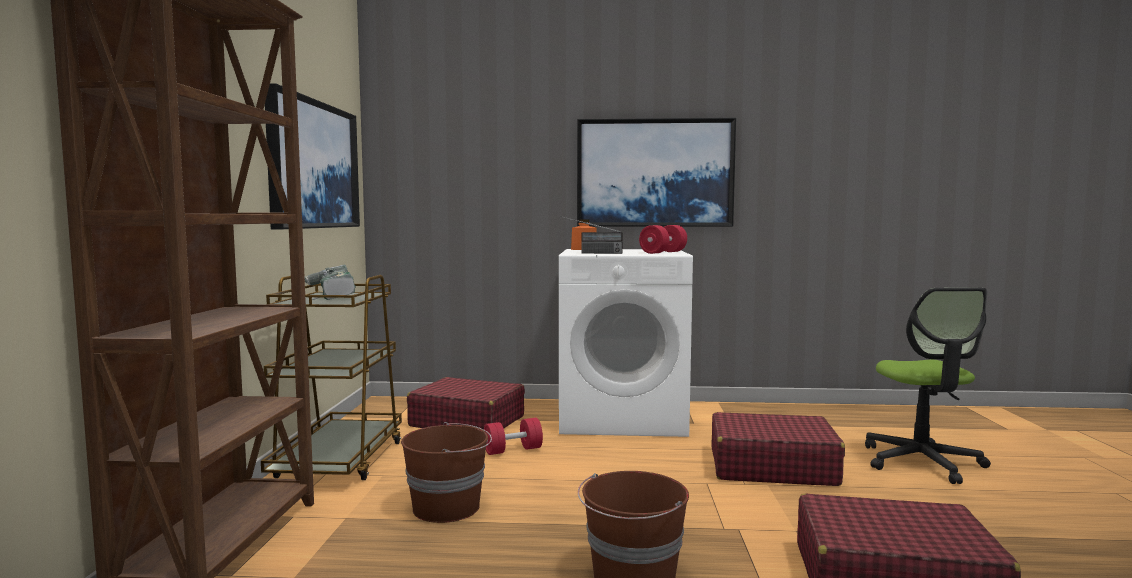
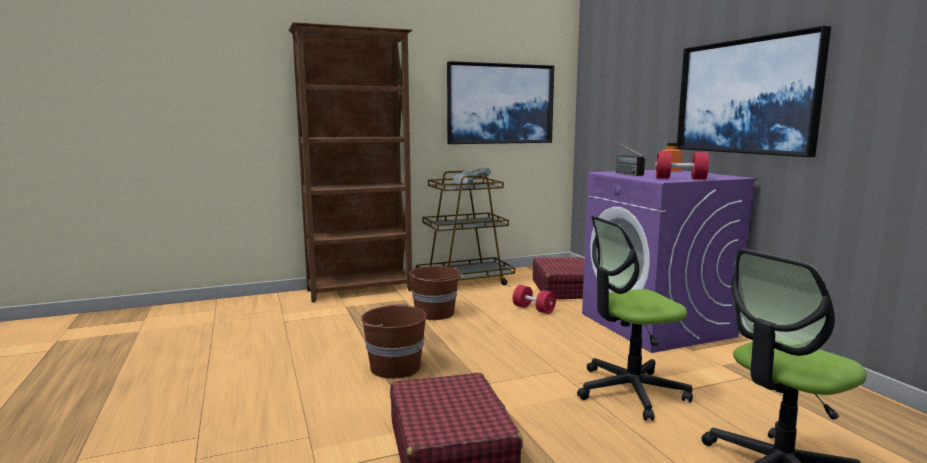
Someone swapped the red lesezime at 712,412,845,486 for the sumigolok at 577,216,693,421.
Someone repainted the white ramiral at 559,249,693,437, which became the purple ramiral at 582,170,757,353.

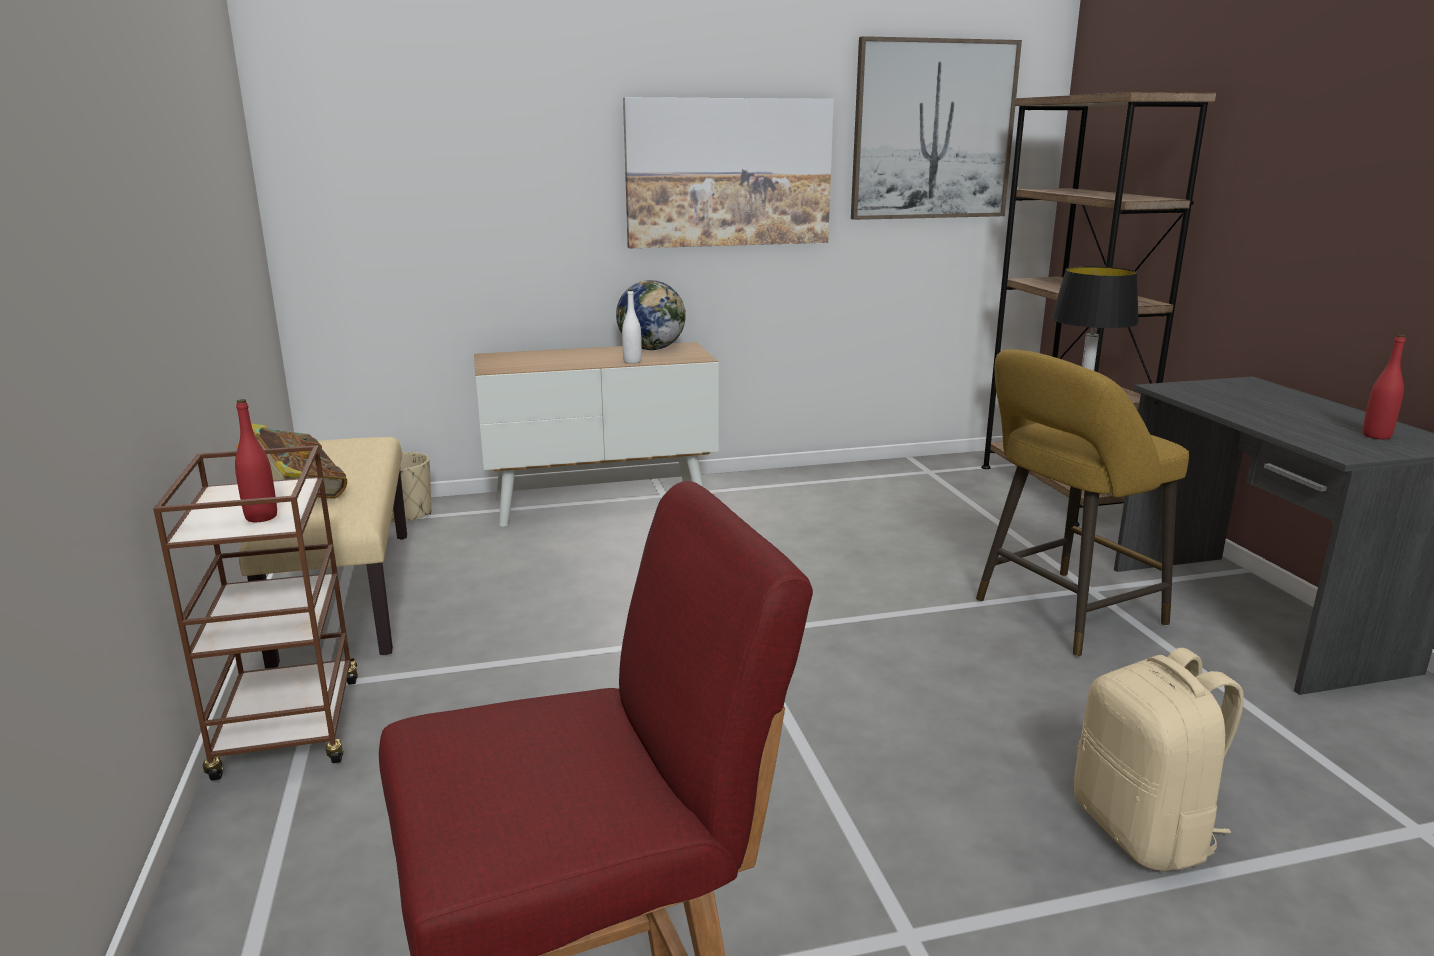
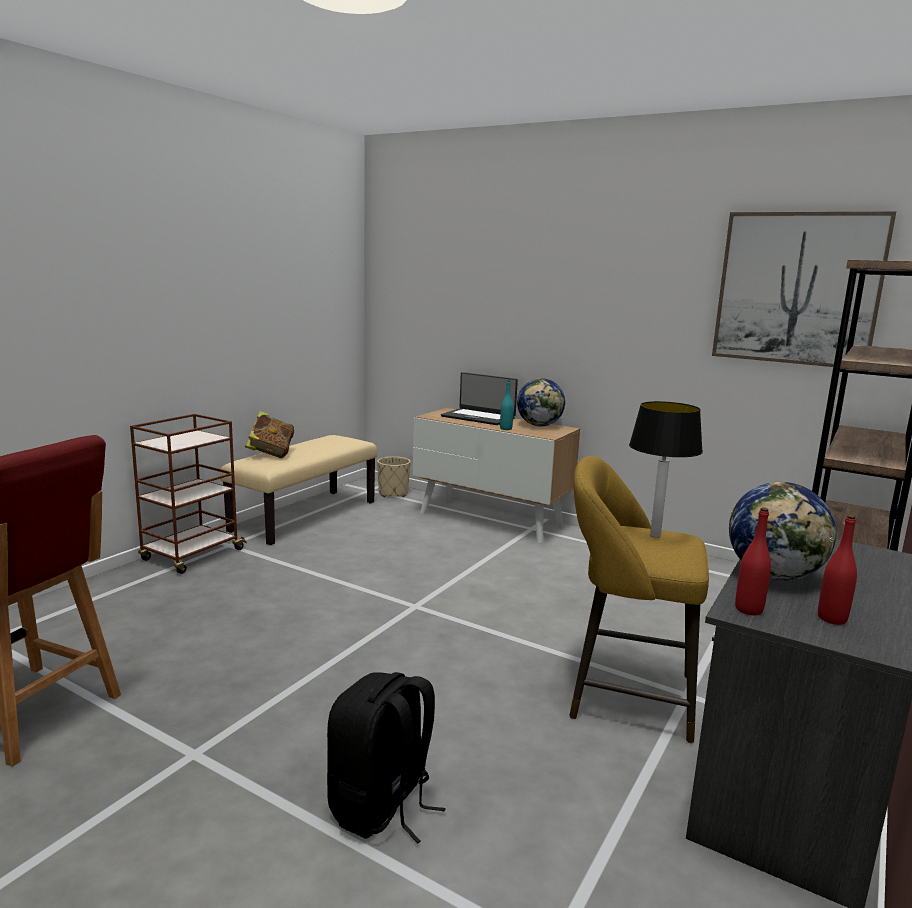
Someone repainted the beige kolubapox at 1074,648,1244,871, which became the black kolubapox at 327,672,446,844.
Someone put down the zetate at 441,372,518,425.
Someone repainted the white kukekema at 622,289,642,364, which became the turquoise kukekema at 500,380,514,430.
Someone put down the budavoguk at 729,482,836,580.
Someone carried the red kukekema from 235,399,277,522 to 735,507,771,615.
Someone took away the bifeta at 623,97,834,248.

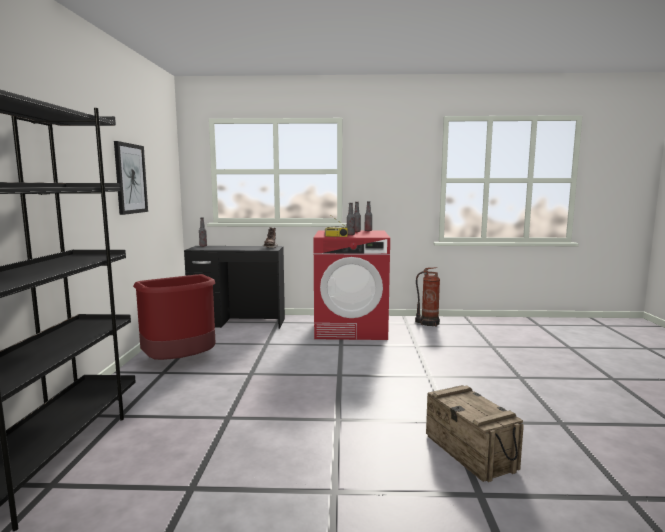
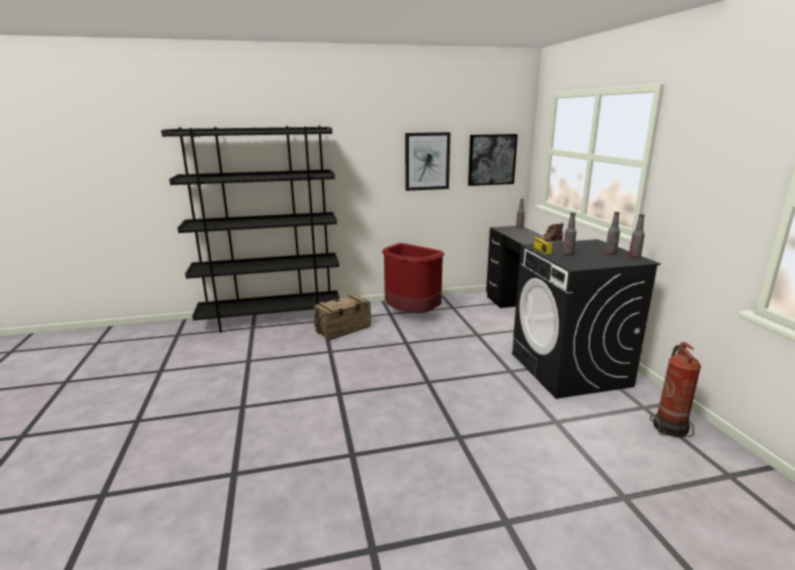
Someone carried the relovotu from 426,385,524,482 to 314,294,371,340.
Someone put up the bifeta at 468,134,518,186.
Someone repainted the red ramiral at 314,230,390,340, which became the black ramiral at 512,239,661,399.

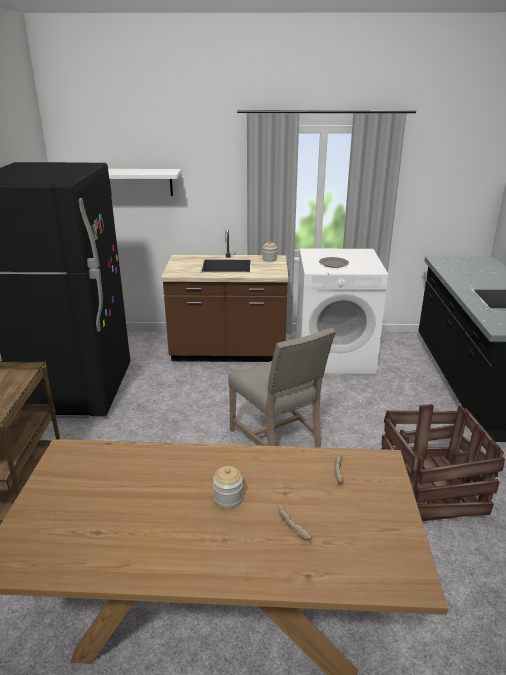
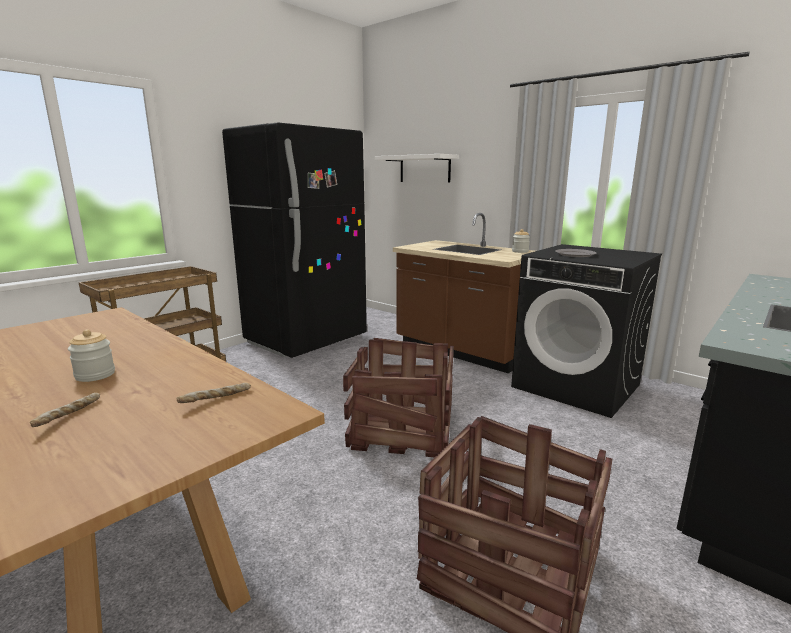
Someone swapped the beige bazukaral at 228,328,336,447 for the relovotu at 343,338,454,457.
Someone repainted the white ramiral at 296,248,388,374, which became the black ramiral at 511,244,662,418.

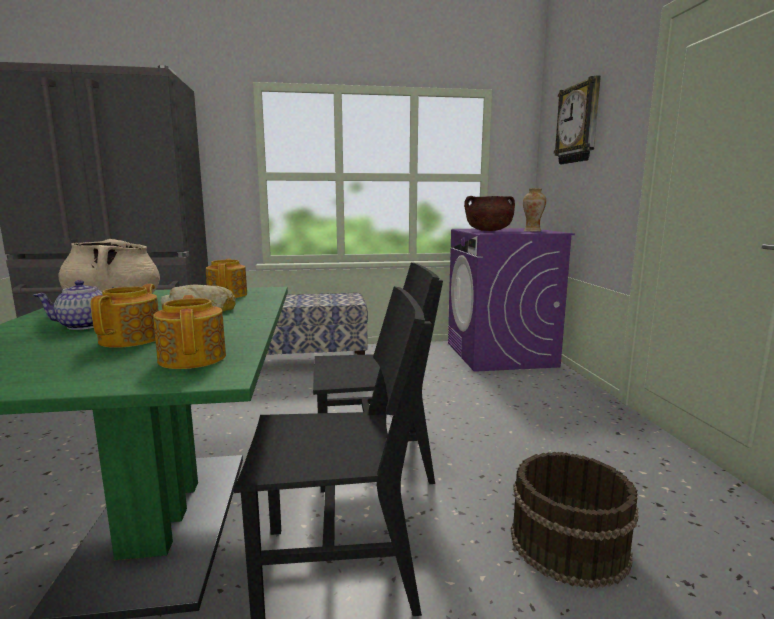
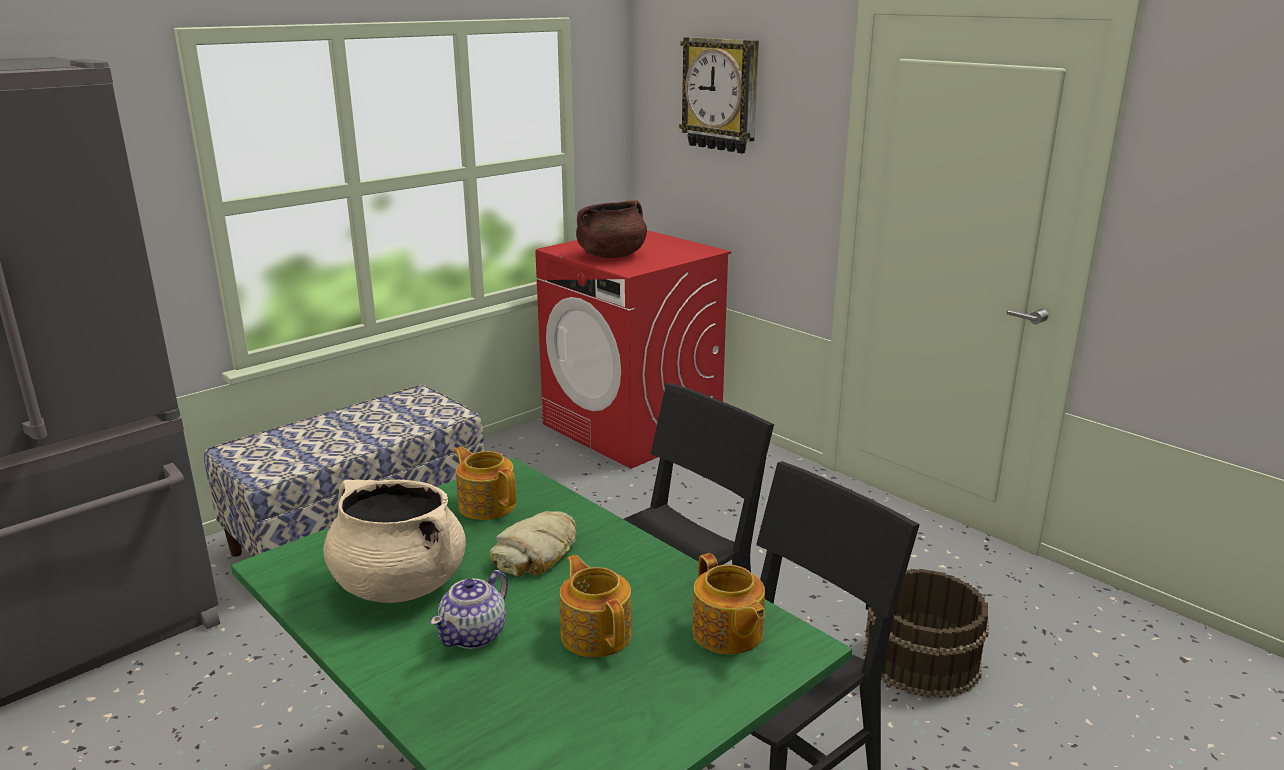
Someone repainted the purple ramiral at 448,228,575,372, which became the red ramiral at 535,230,731,469.
Someone rotated the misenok at 153,295,226,369 by 150 degrees counterclockwise.
Someone took away the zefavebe at 523,188,546,232.

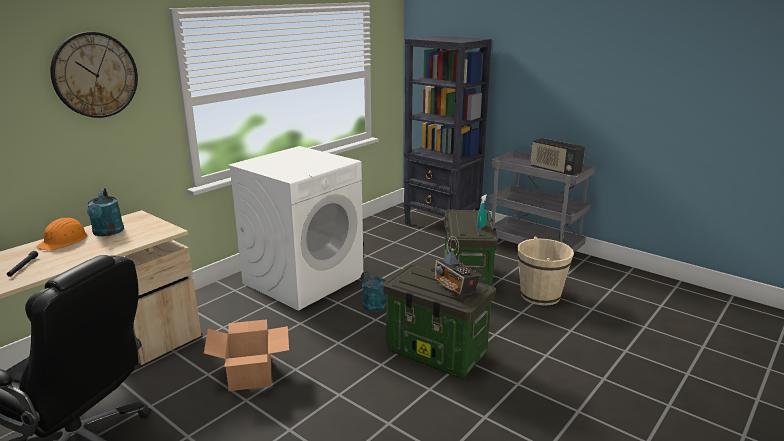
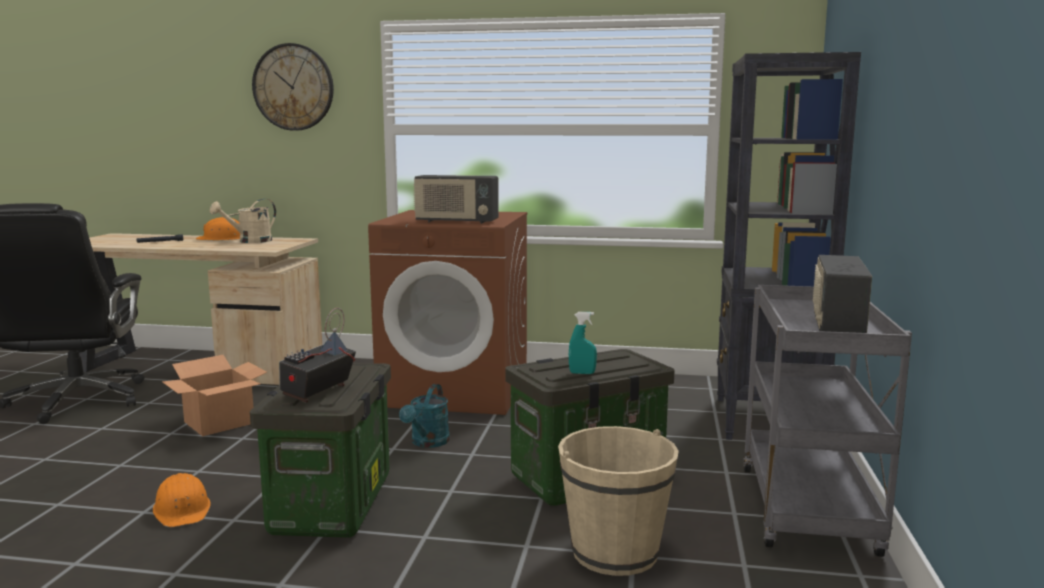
Someone put down the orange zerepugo at 153,473,211,527.
Someone repainted the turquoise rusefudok at 87,188,124,236, which became the beige rusefudok at 210,199,276,243.
Someone repainted the white ramiral at 228,146,364,311, which became the brown ramiral at 368,210,527,415.
Someone put down the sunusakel at 413,175,499,224.

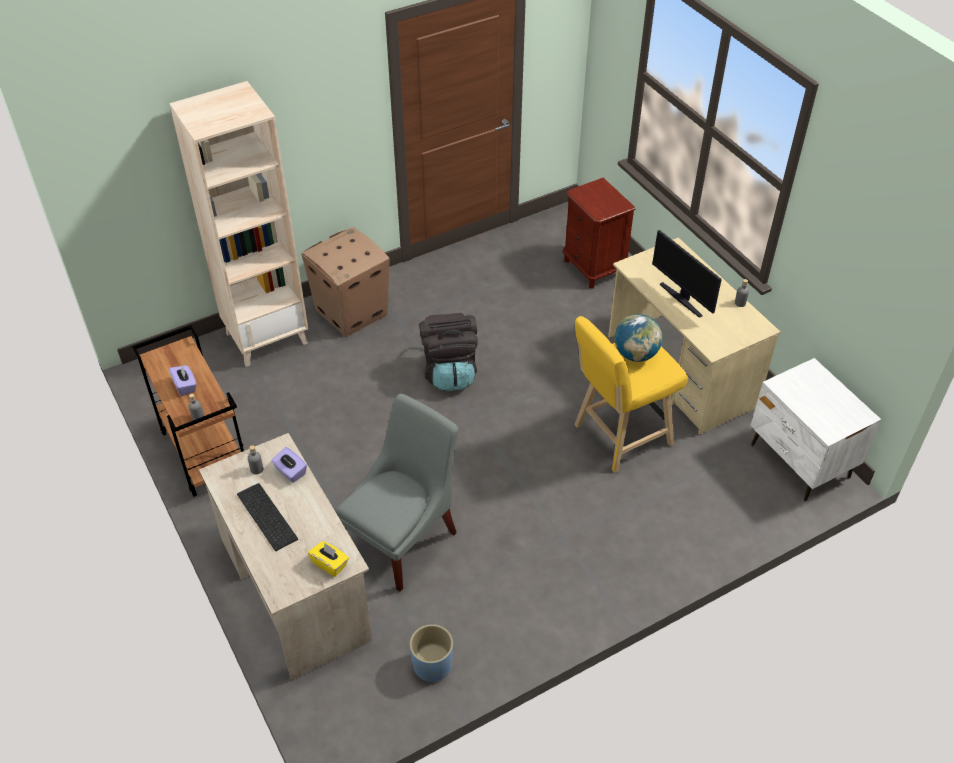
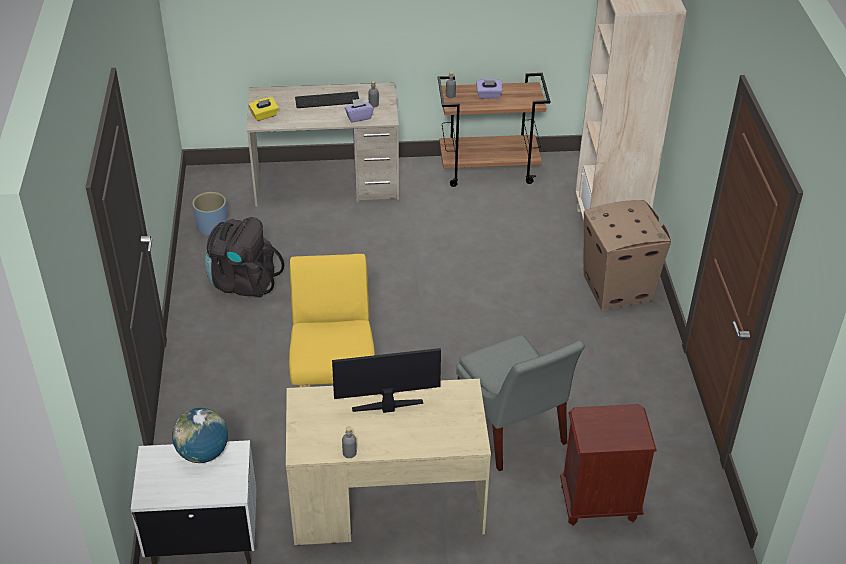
Someone carried the budavoguk from 615,314,662,362 to 172,408,228,463.
Someone carried the black kolubapox from 419,313,478,391 to 205,217,284,298.
Someone carried the grey bazukaral from 335,394,459,592 to 456,335,585,471.

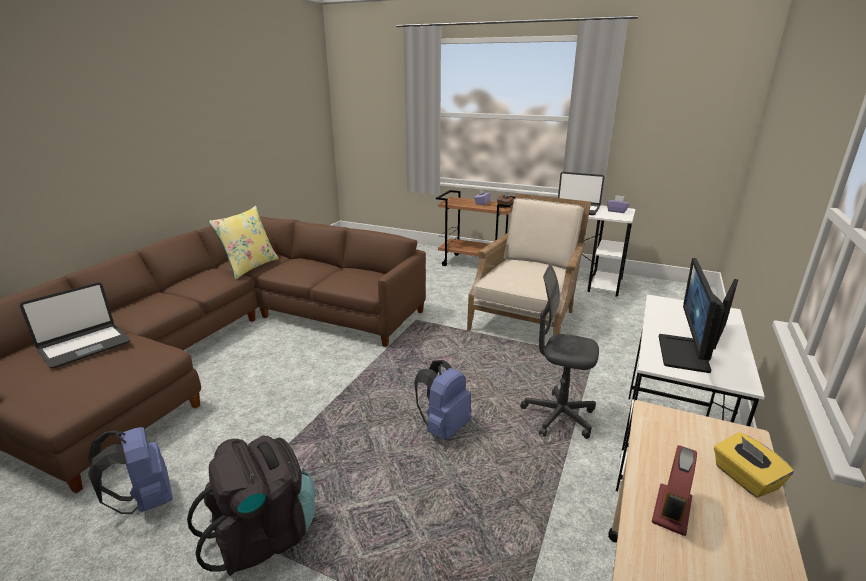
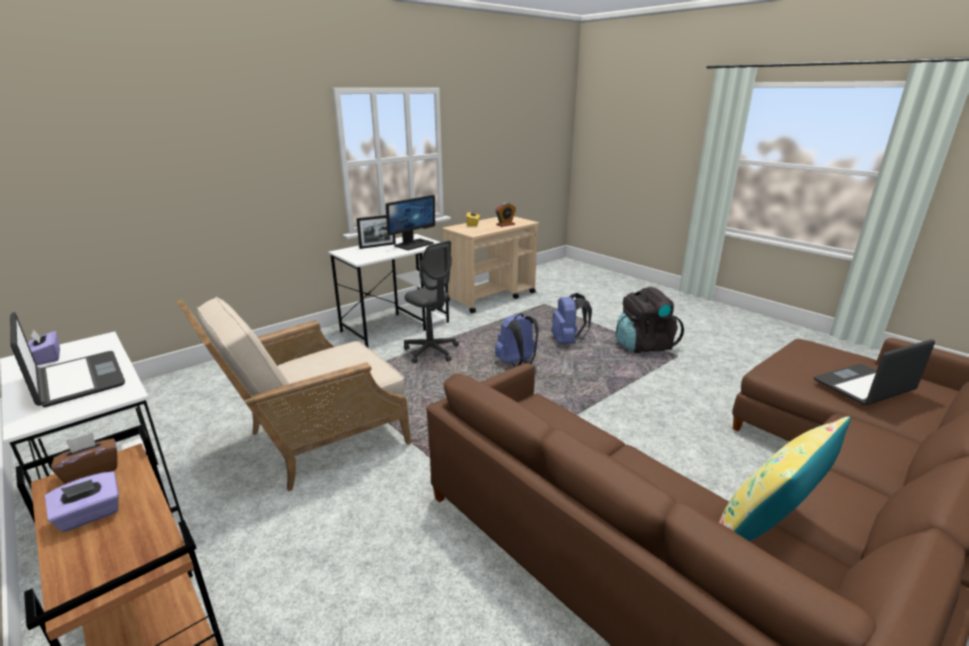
Someone carried the blue kolubapox from 88,427,173,514 to 551,293,592,344.

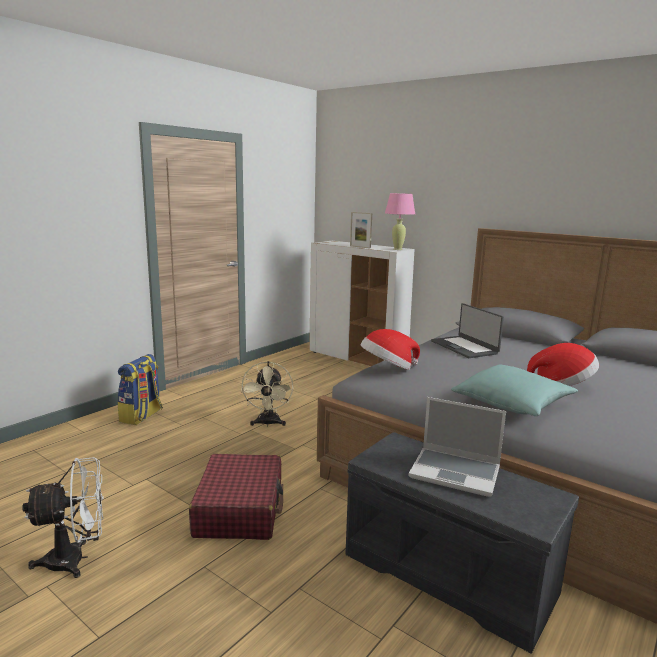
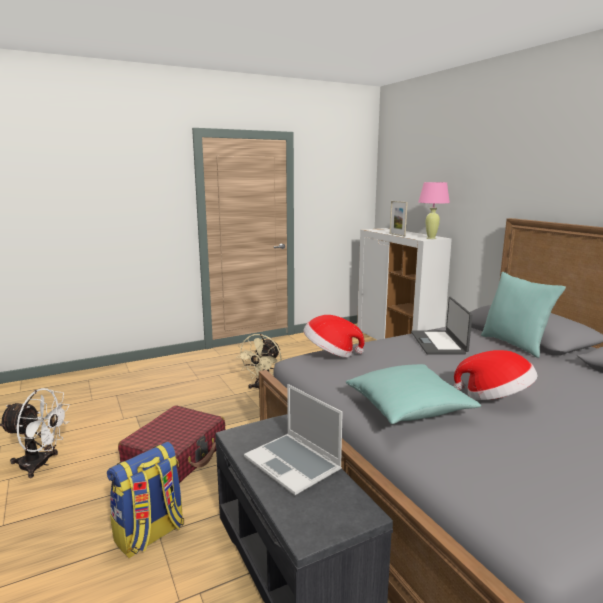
Someone carried the kolubapox from 118,354,163,425 to 107,442,184,558.
Someone put down the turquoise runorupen at 481,272,566,358.

